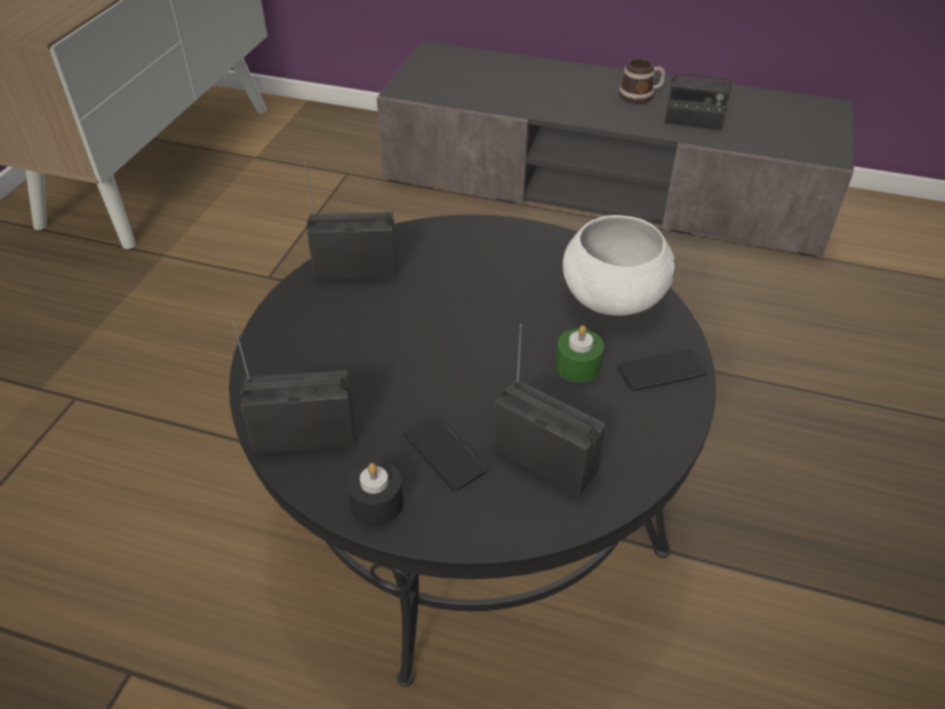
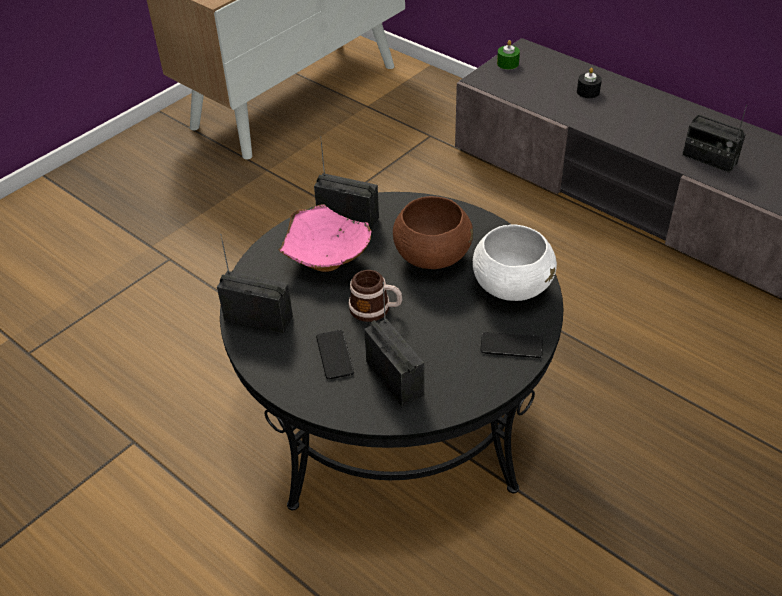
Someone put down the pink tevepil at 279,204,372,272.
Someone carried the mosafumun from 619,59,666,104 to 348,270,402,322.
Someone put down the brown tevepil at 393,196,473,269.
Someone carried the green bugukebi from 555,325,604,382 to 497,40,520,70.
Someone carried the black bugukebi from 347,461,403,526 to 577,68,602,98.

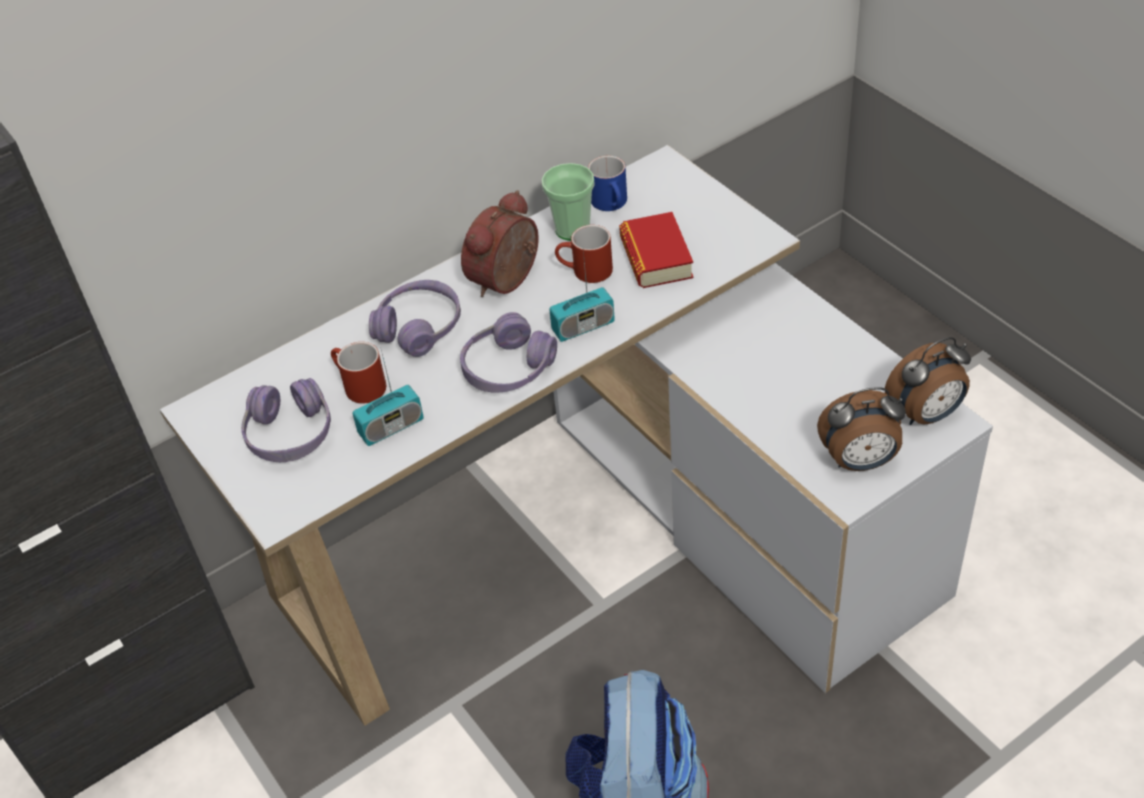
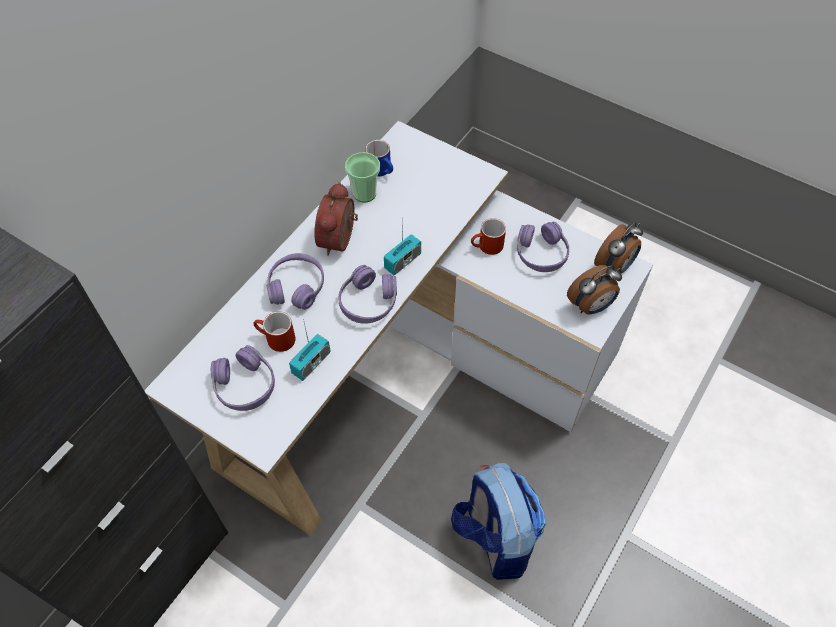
Someone carried the red mosafumun from 555,225,613,283 to 471,218,506,255.
Someone put down the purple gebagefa at 517,222,569,272.
Someone took away the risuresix at 619,212,694,288.

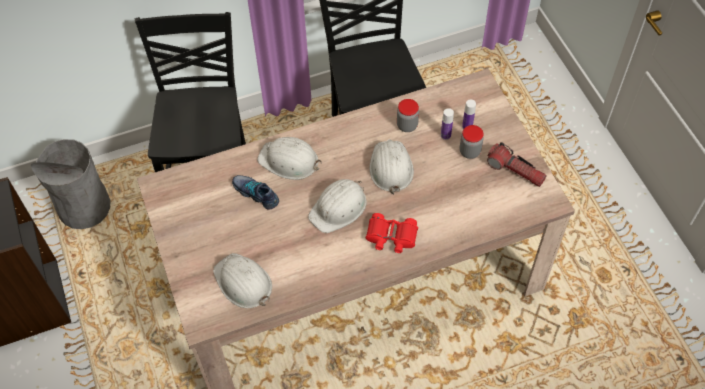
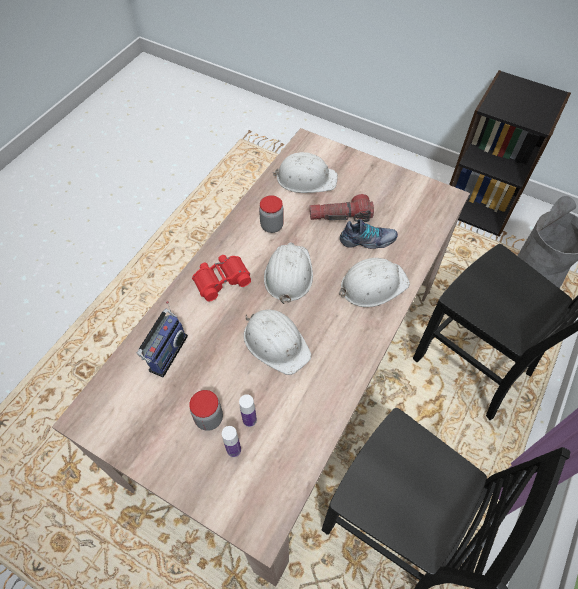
Someone put down the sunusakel at 137,301,188,377.
Someone carried the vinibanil from 397,99,419,132 to 259,195,284,233.
Someone carried the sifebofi from 487,142,547,187 to 310,194,374,222.

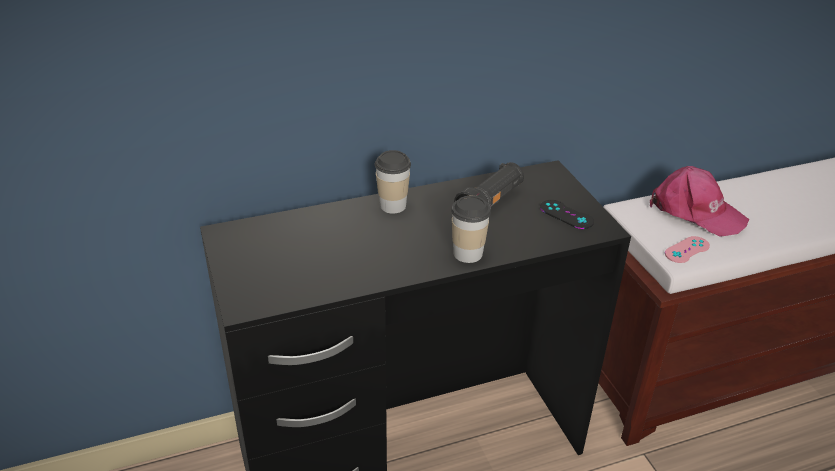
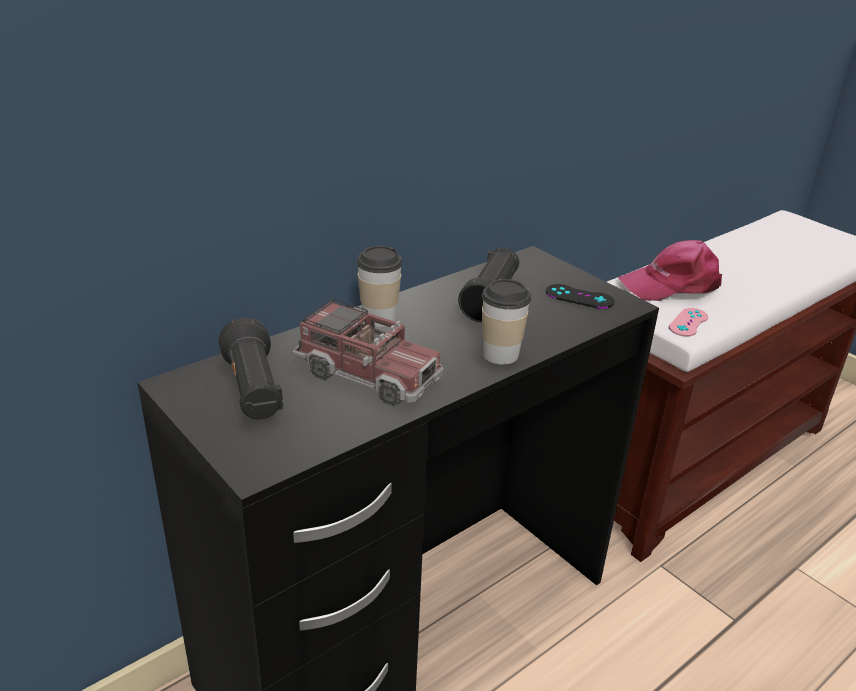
Someone put down the black sifebofi at 219,318,283,419.
Someone put down the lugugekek at 293,299,444,406.
Someone rotated the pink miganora at 650,166,749,237 by 150 degrees clockwise.

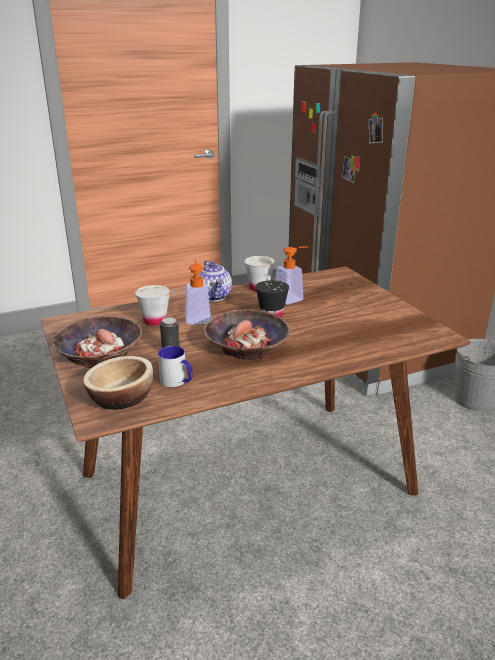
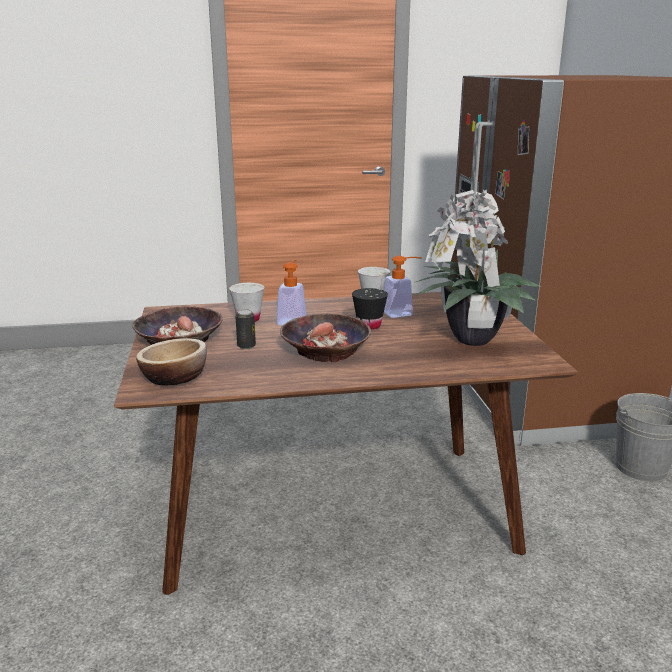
Someone put down the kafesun at 414,189,541,346.
Someone took away the mosafumun at 158,346,192,387.
Someone took away the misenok at 199,260,232,302.

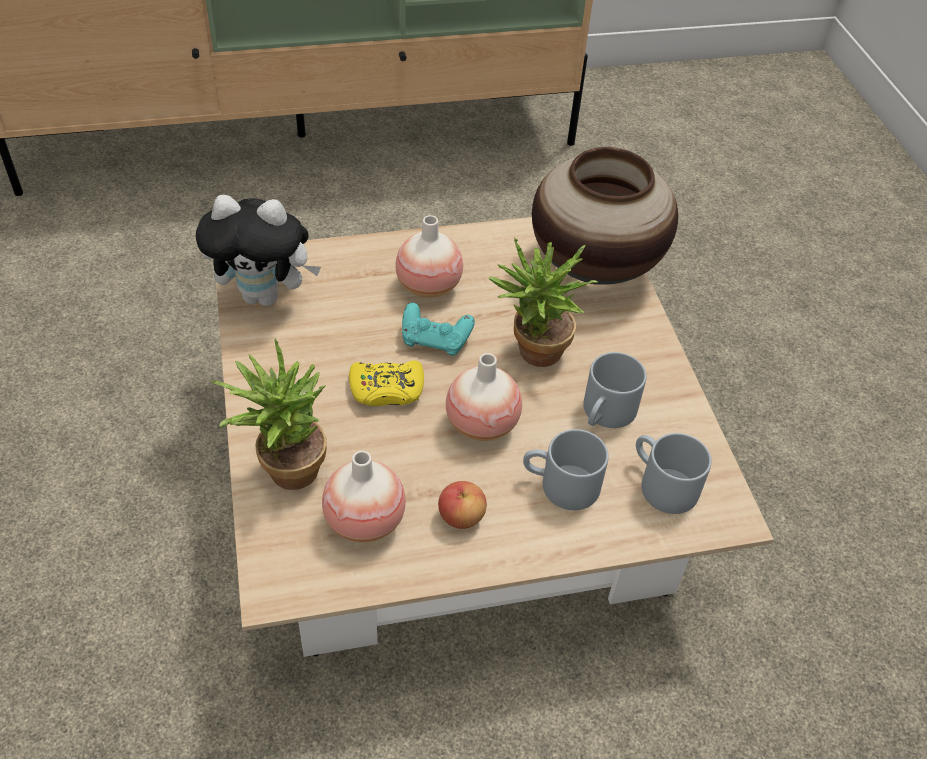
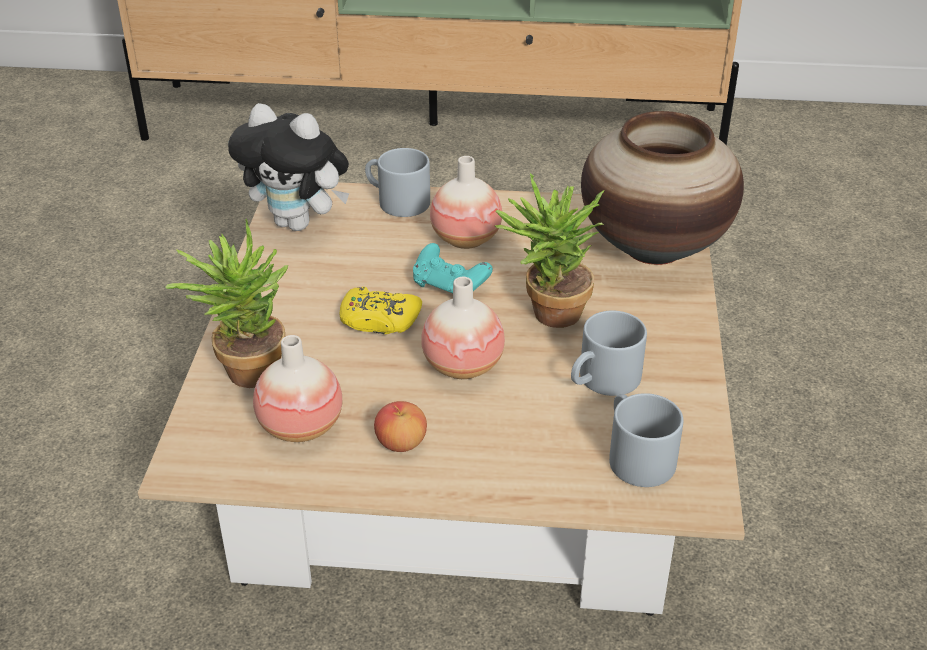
Someone carried the grey mosafumun from 523,429,609,510 to 365,148,430,217.

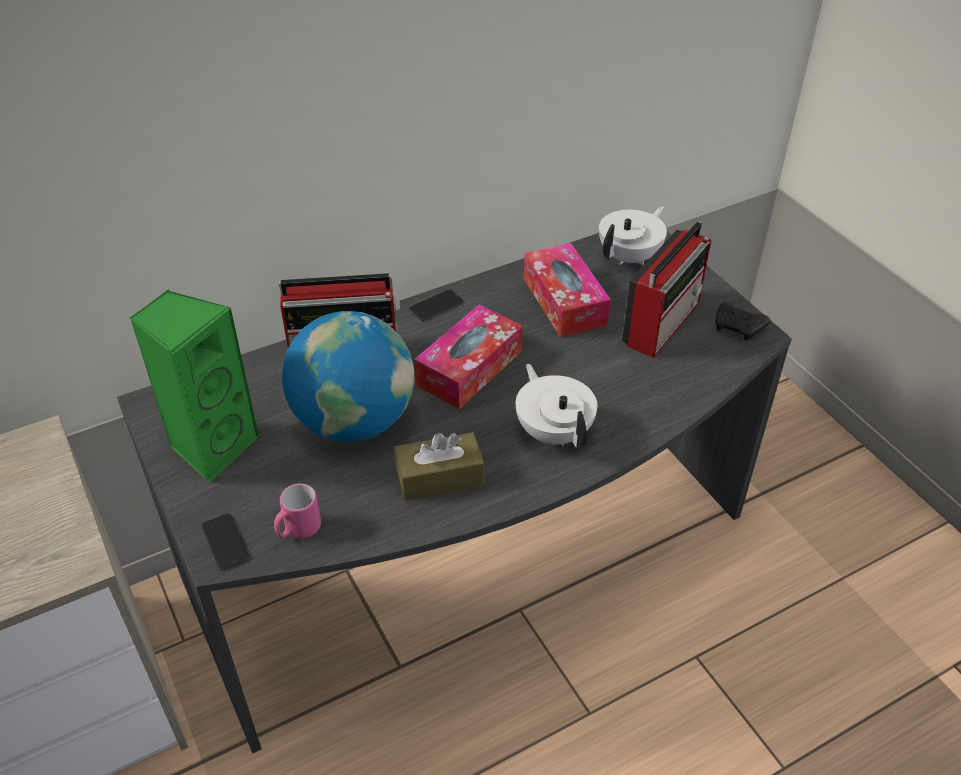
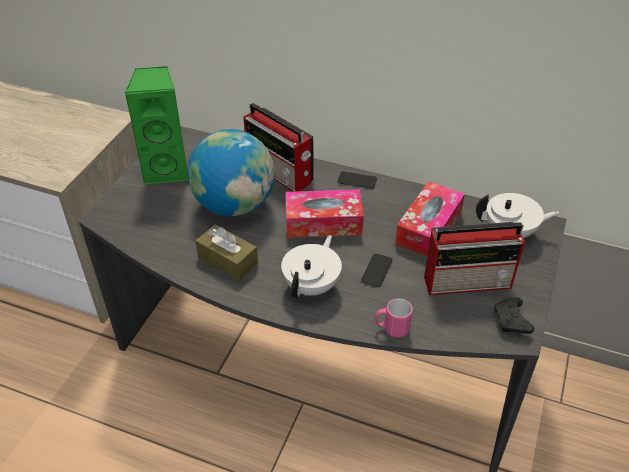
Someone carried the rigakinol from 201,514,250,570 to 361,253,393,287.
Someone carried the pink mosafumun from 274,483,321,539 to 375,298,413,338.

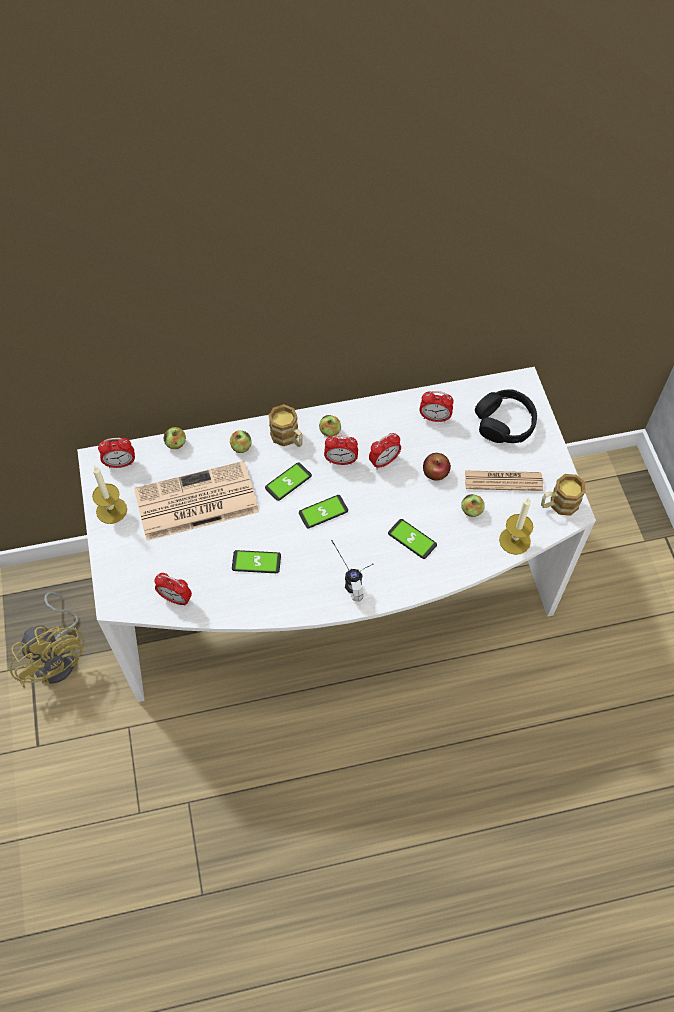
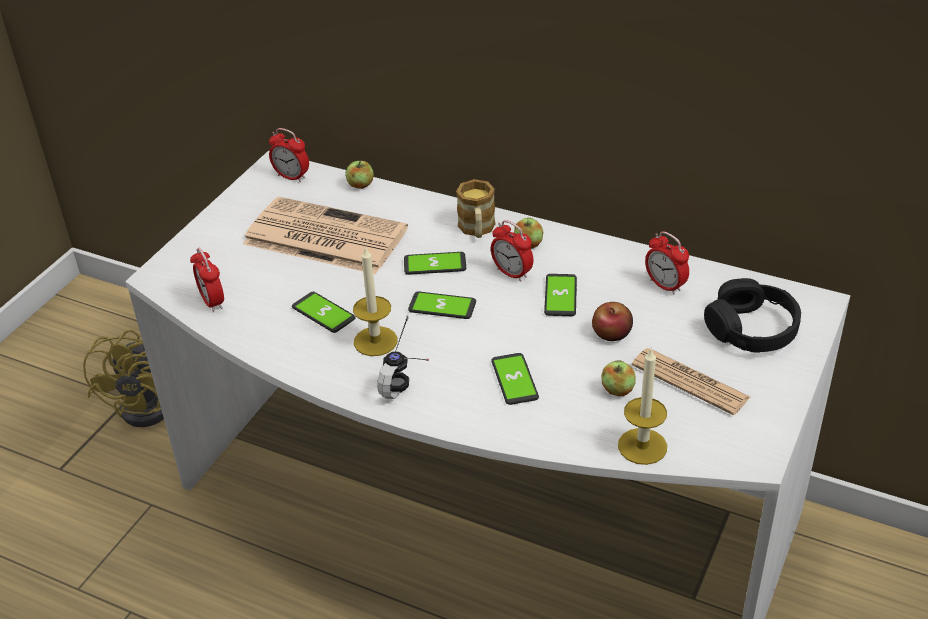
Someone carried the bugukebi from 92,466,127,524 to 353,246,398,356.
Someone swapped the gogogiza at 369,433,401,469 for the rigakinol at 544,274,577,316.
Someone took away the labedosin at 230,430,252,453.
Someone took away the mosafumun at 541,474,586,516.

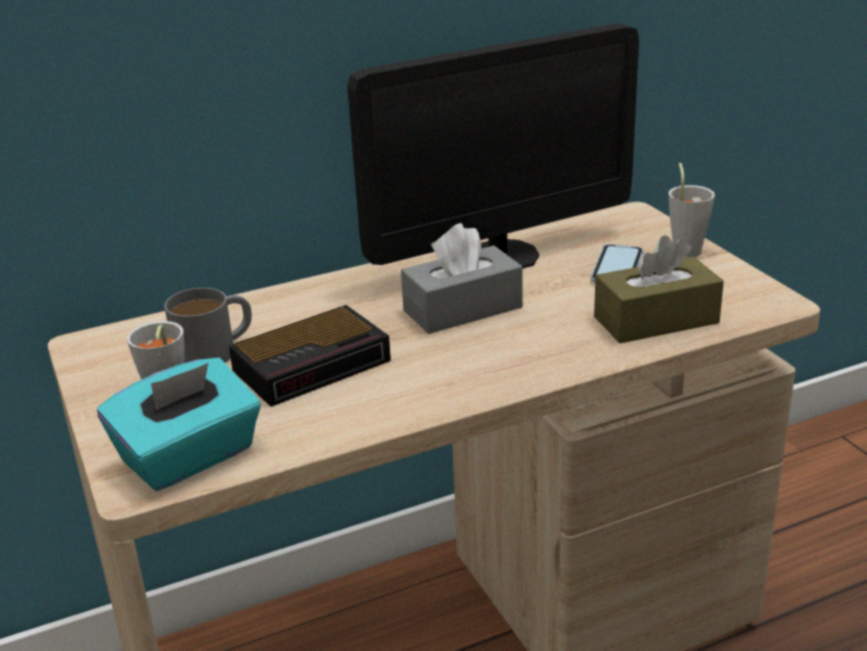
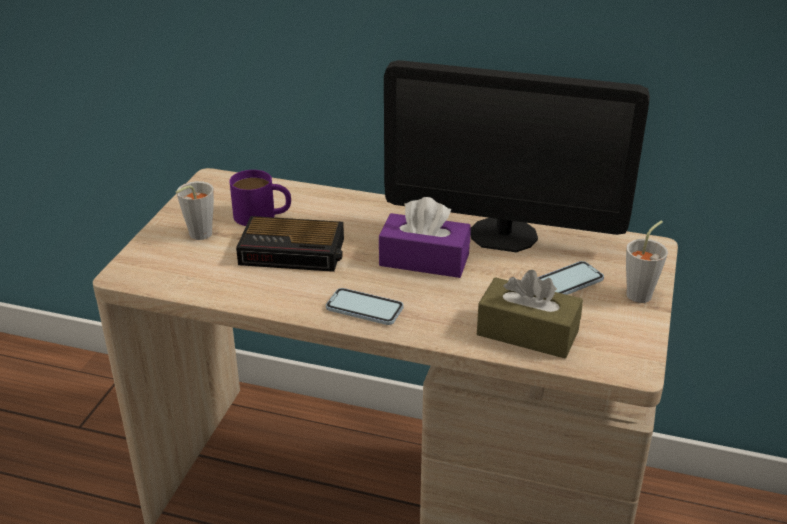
Someone repainted the grey mosafumun at 164,288,252,363, which became the purple mosafumun at 229,170,291,226.
Someone put down the rigakinol at 326,288,404,325.
Someone repainted the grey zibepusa at 401,223,523,334, which became the purple zibepusa at 379,197,471,278.
Someone took away the turquoise zibepusa at 97,357,261,491.

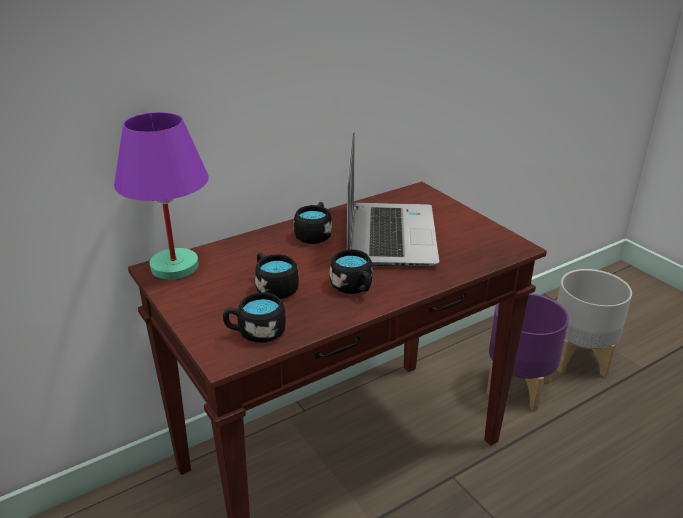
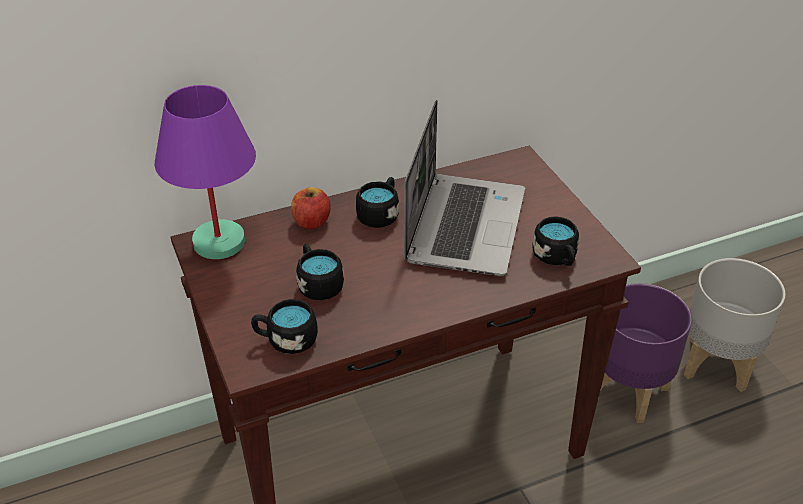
Someone put down the labedosin at 291,187,331,229.
Someone carried the black mosafumun from 330,249,373,294 to 532,216,579,266.

